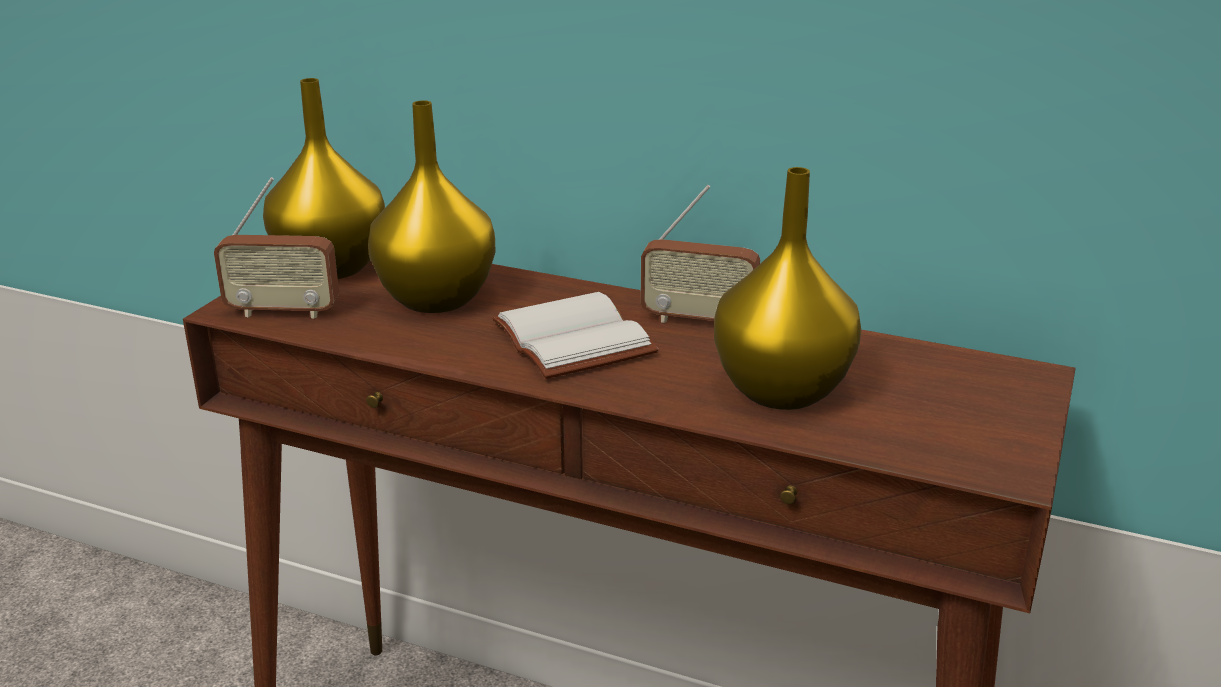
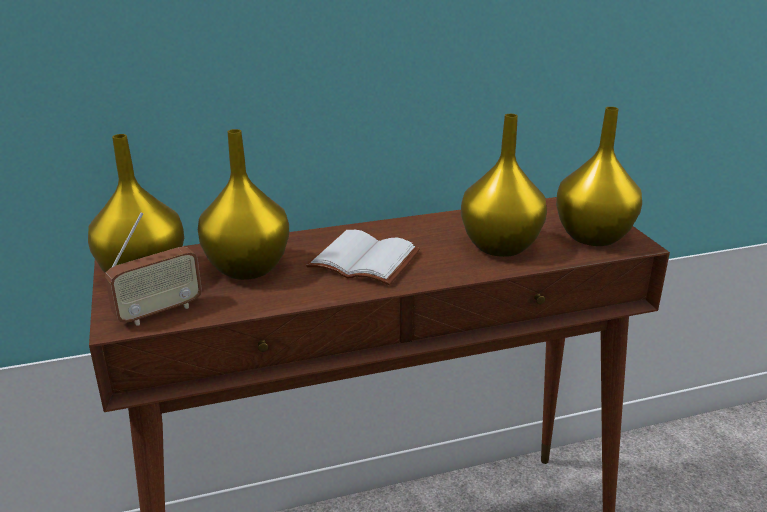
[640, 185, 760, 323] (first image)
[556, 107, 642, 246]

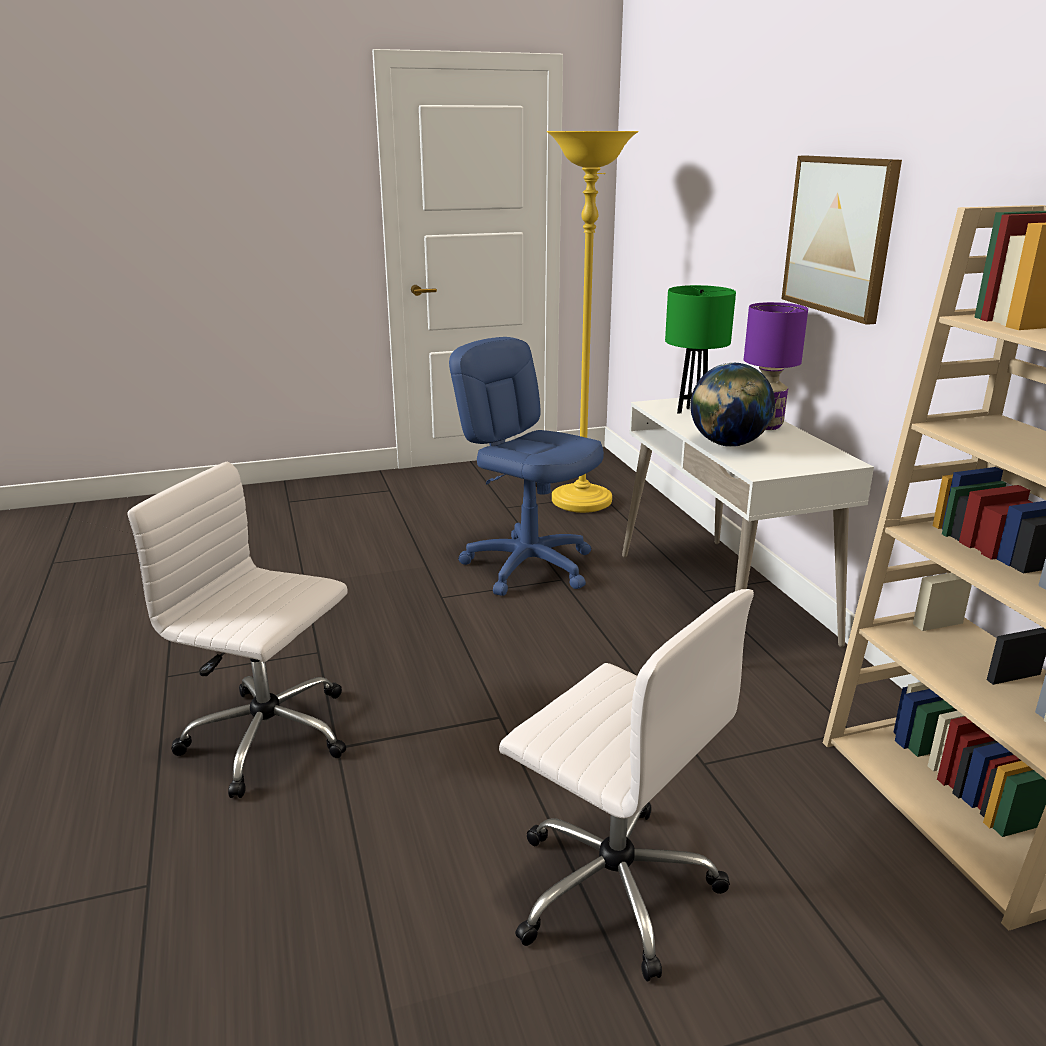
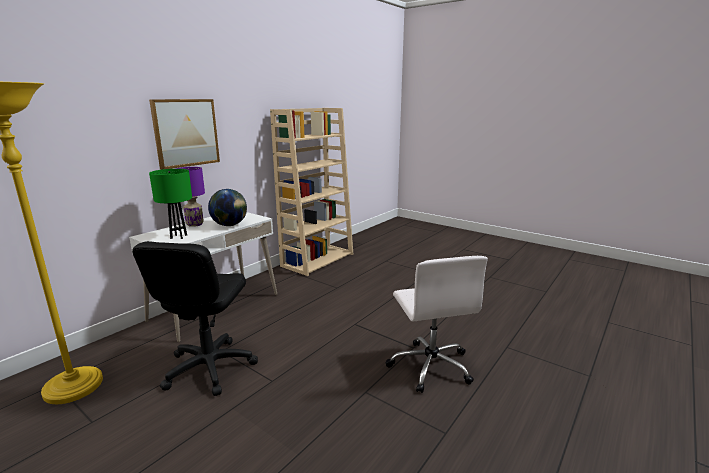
[499, 589, 754, 982] (first image)
[132, 241, 258, 396]

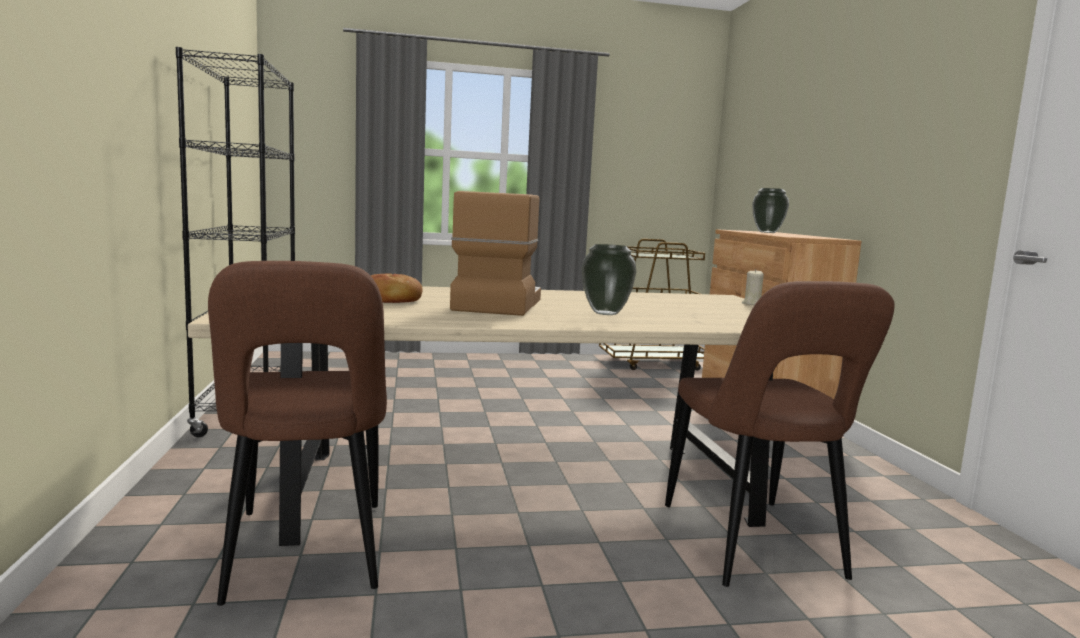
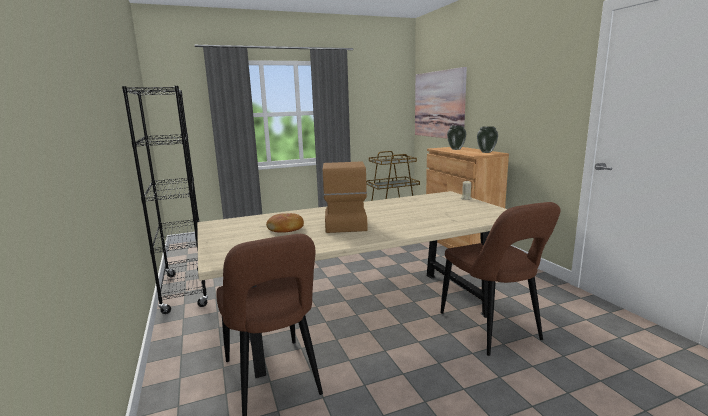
[415, 67, 467, 139]
[477, 126, 498, 153]

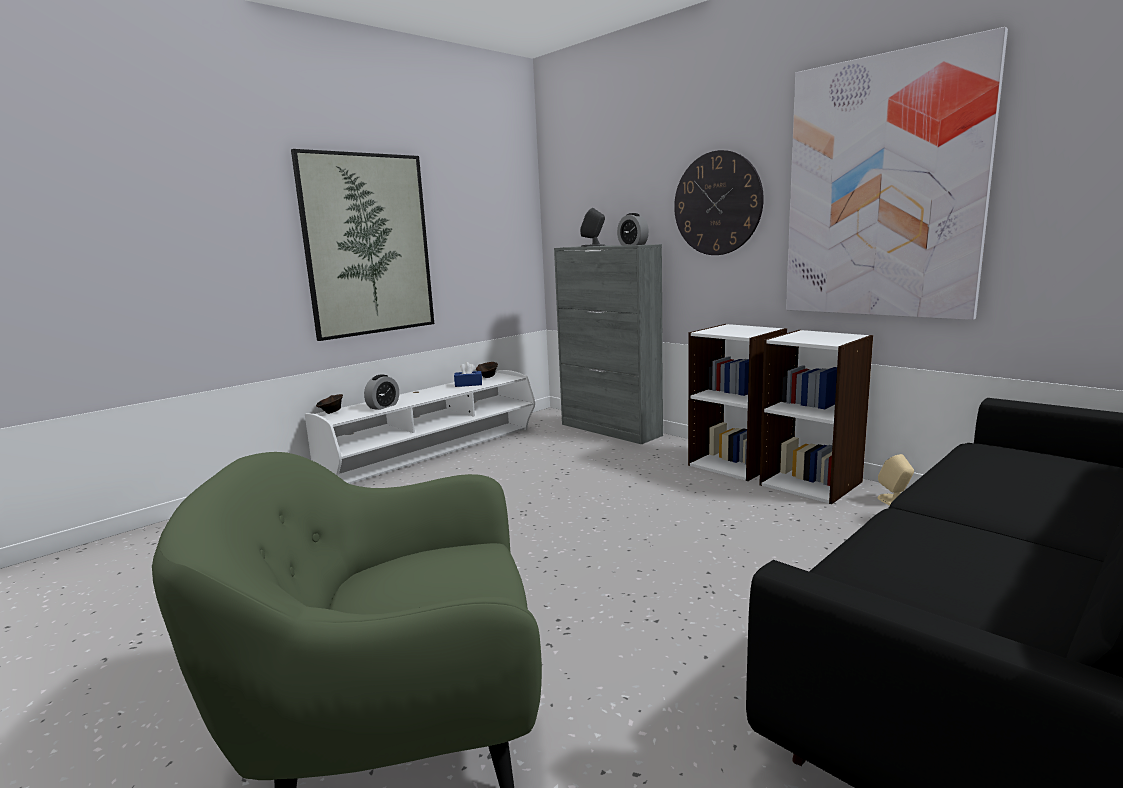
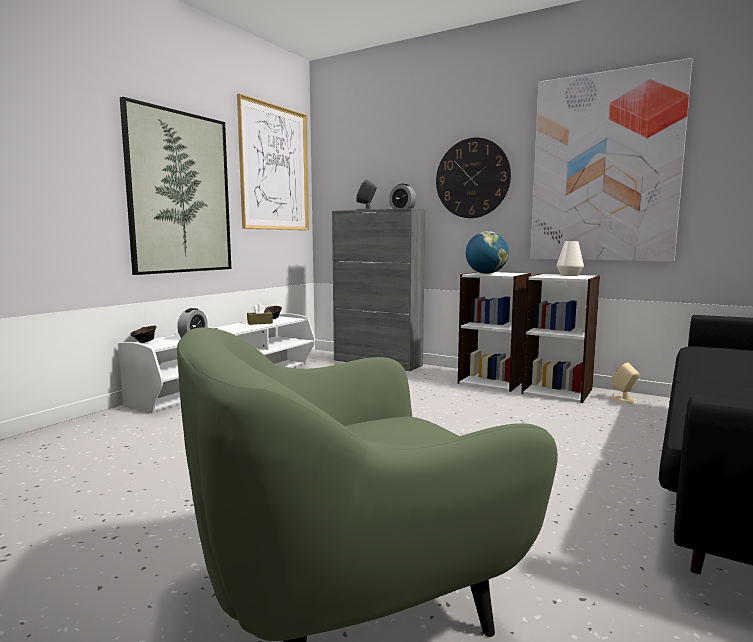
[237, 93, 309, 230]
[466, 231, 509, 274]
[557, 241, 584, 276]
[247, 303, 273, 325]

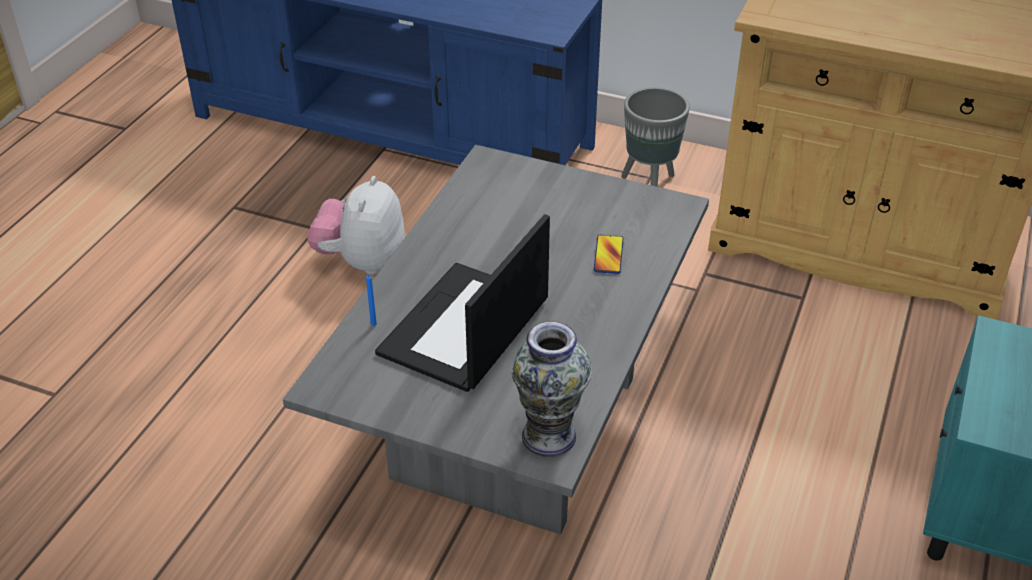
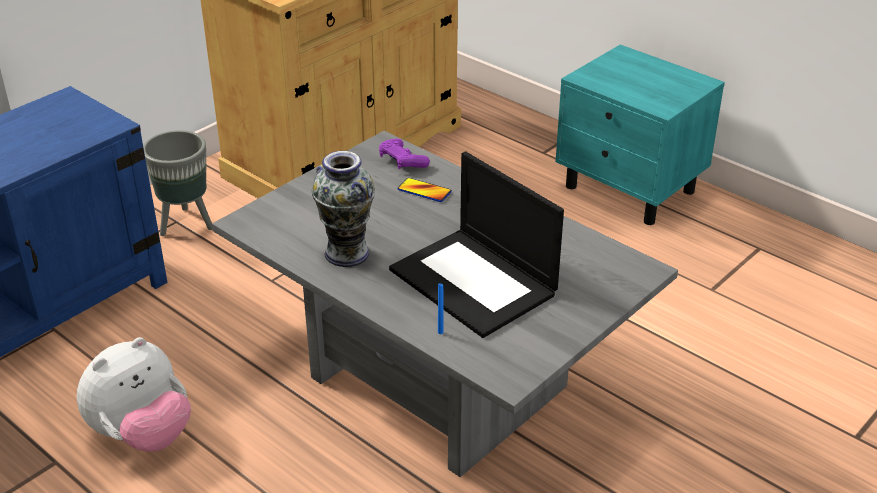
[379, 138, 430, 169]
[312, 151, 375, 267]
[76, 337, 191, 452]

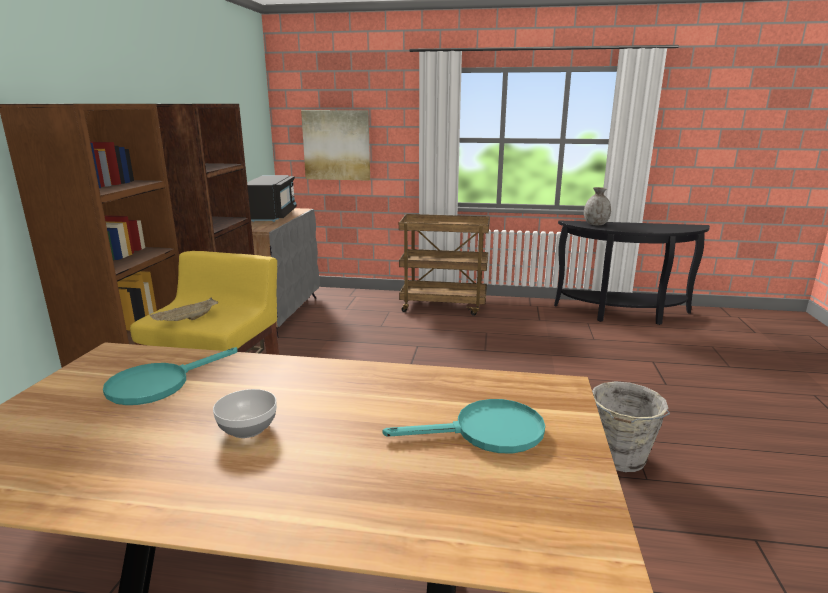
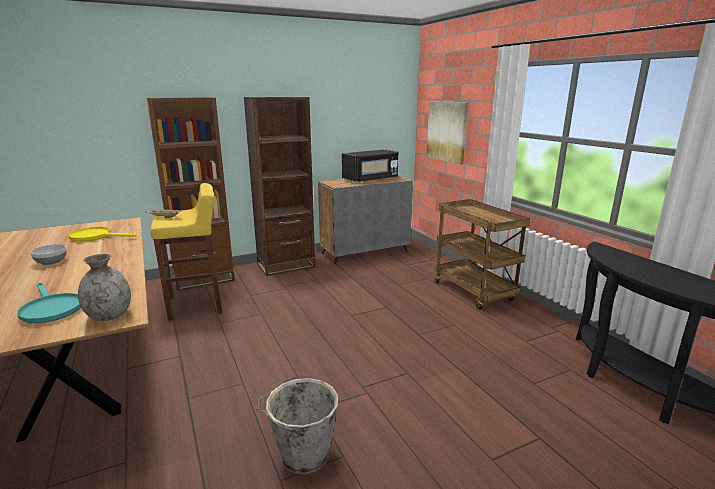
[78, 254, 131, 321]
[68, 227, 137, 242]

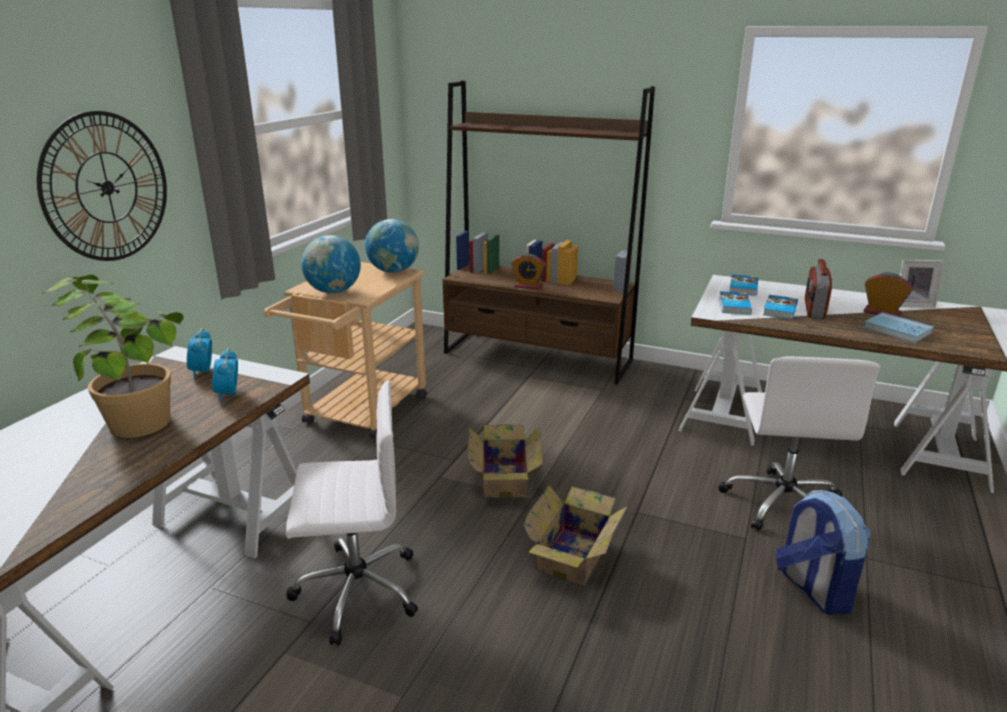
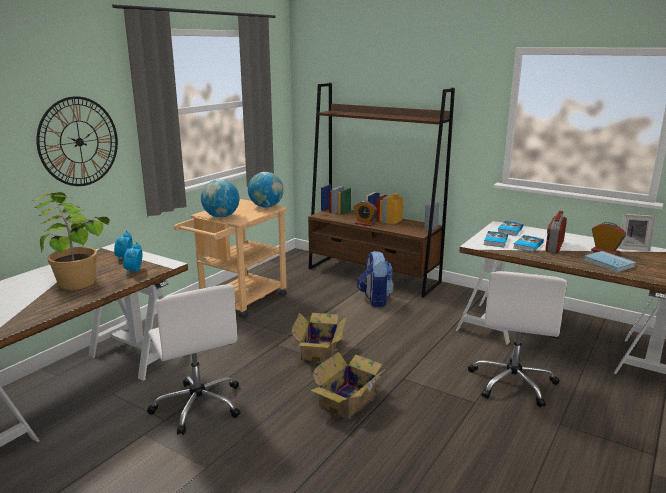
[357, 251, 394, 307]
[147, 285, 241, 435]

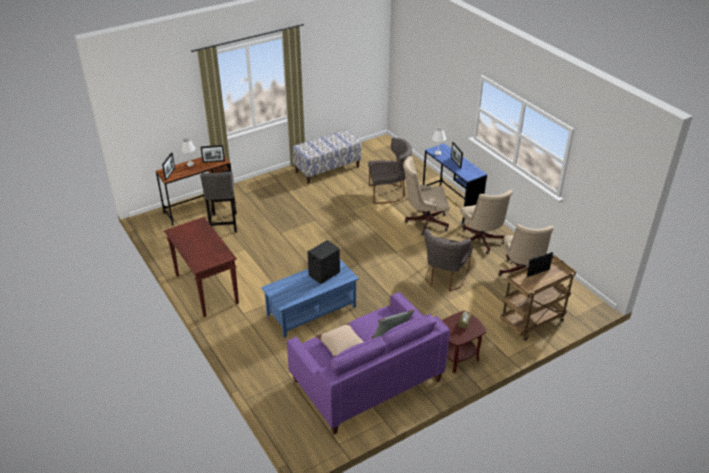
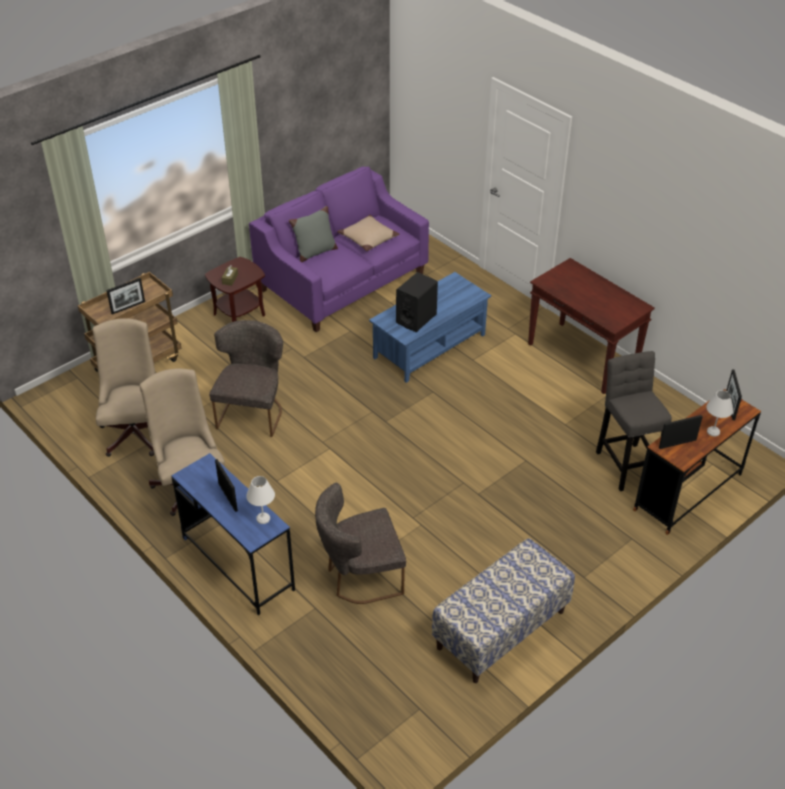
[403, 156, 449, 235] (first image)

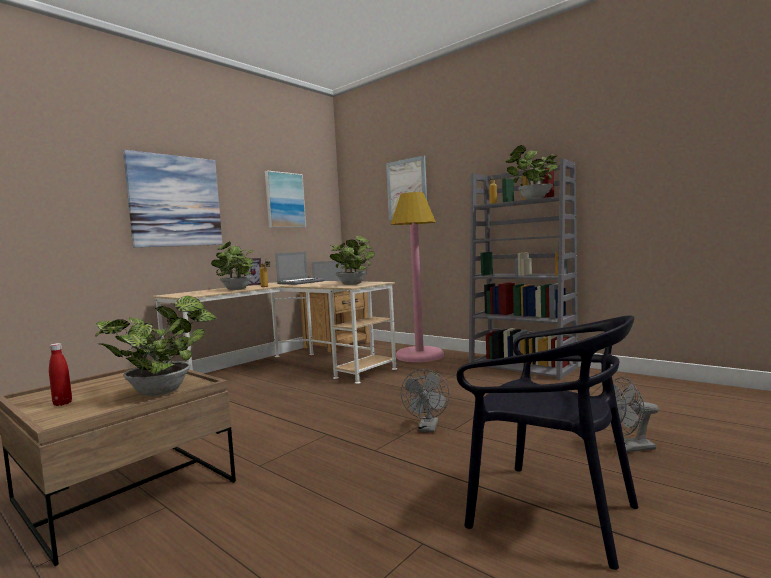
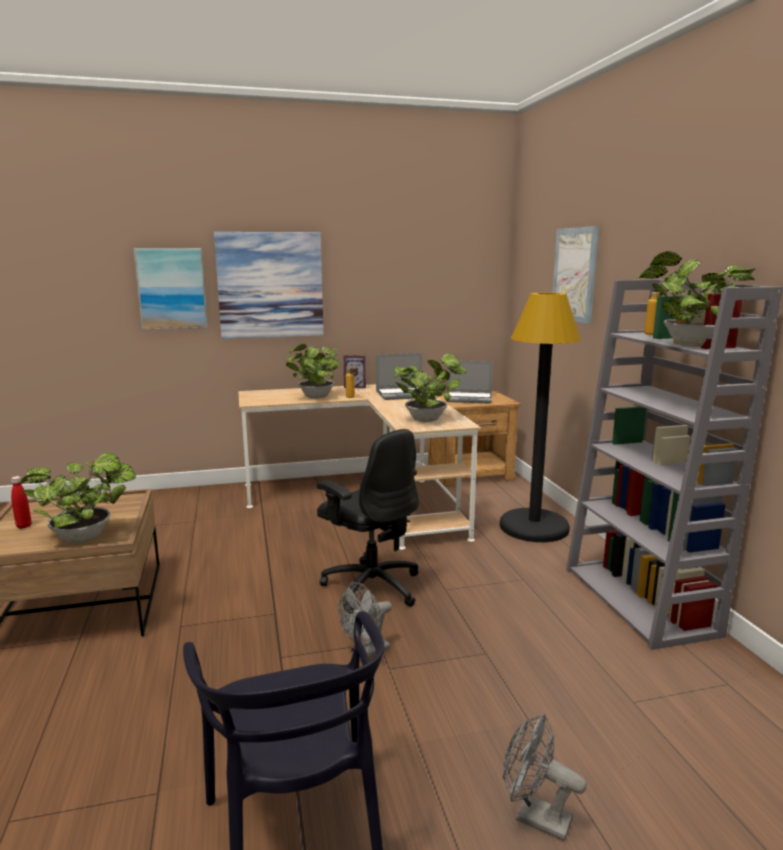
[317, 429, 419, 614]
[134, 248, 208, 330]
[500, 293, 581, 542]

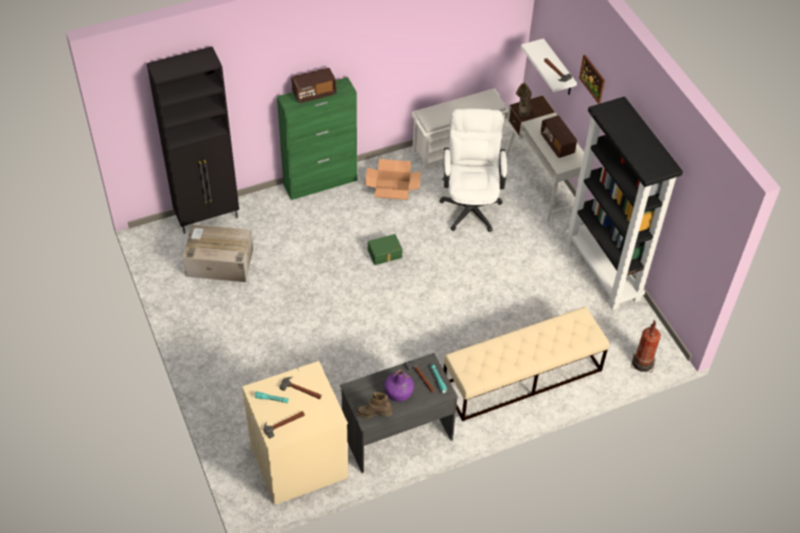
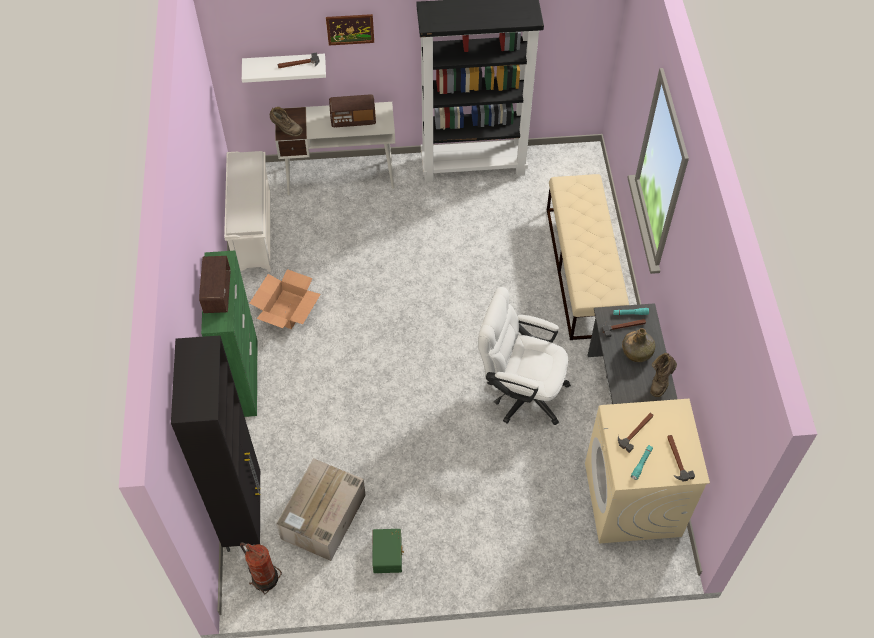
[373, 529, 404, 573]
[478, 287, 571, 425]
[240, 542, 282, 595]
[622, 328, 655, 362]

